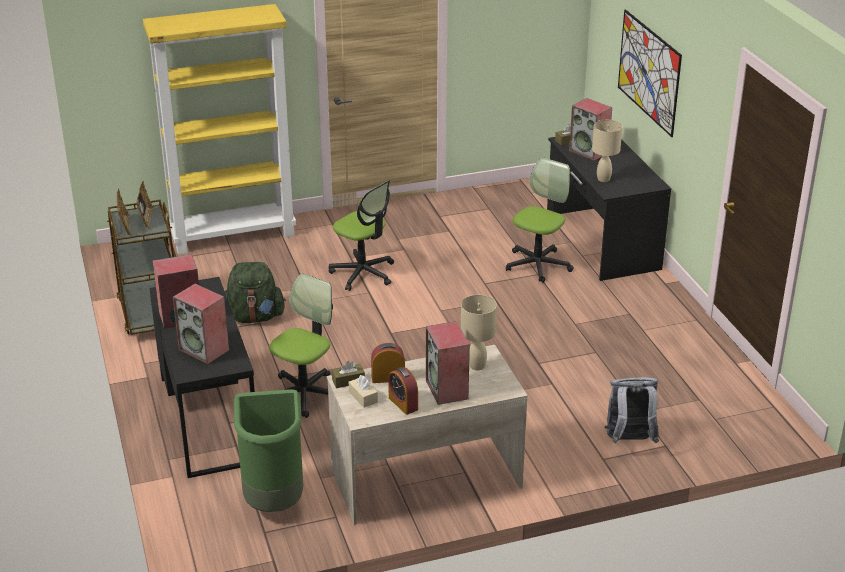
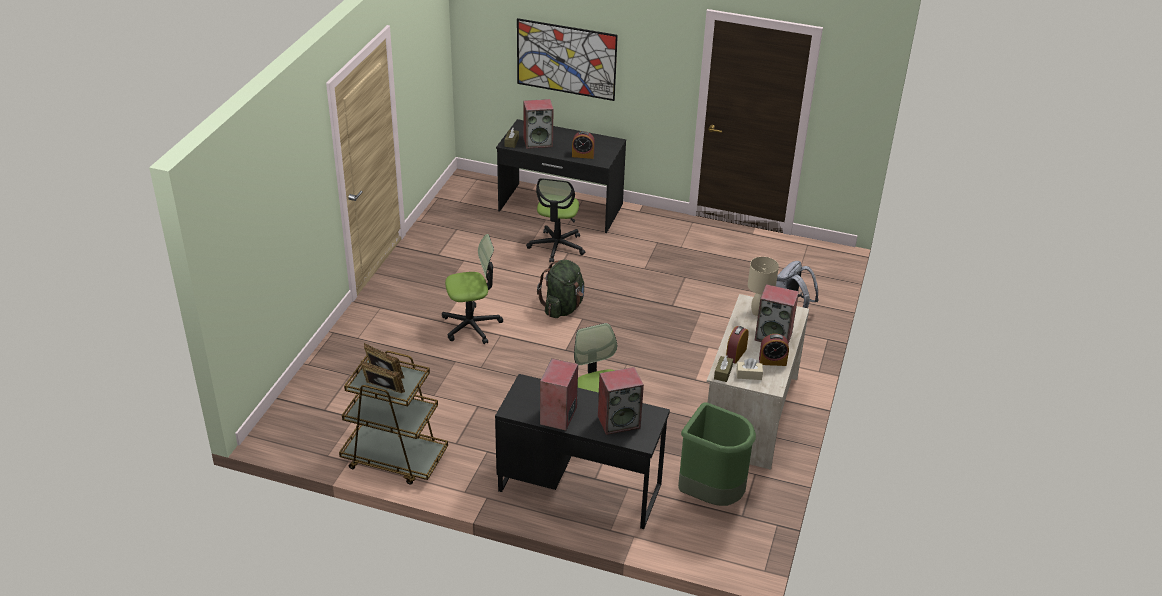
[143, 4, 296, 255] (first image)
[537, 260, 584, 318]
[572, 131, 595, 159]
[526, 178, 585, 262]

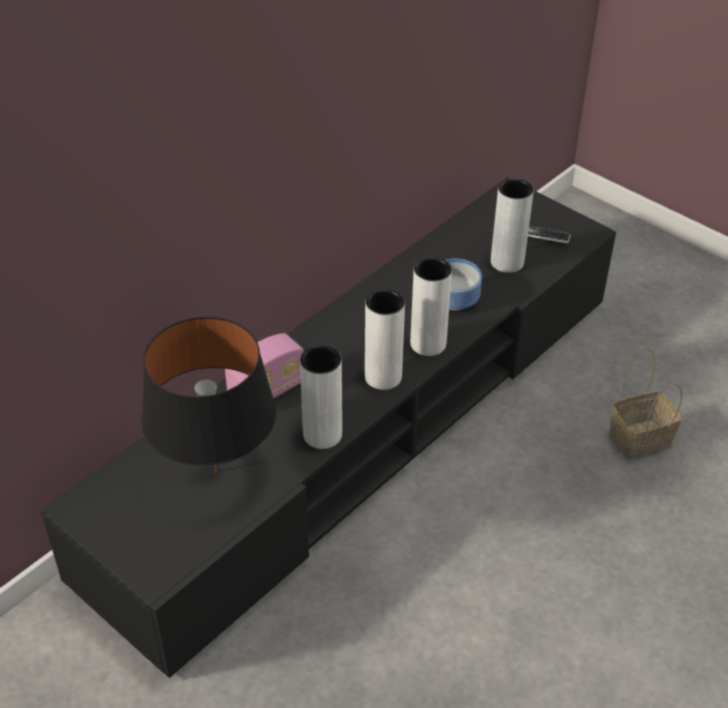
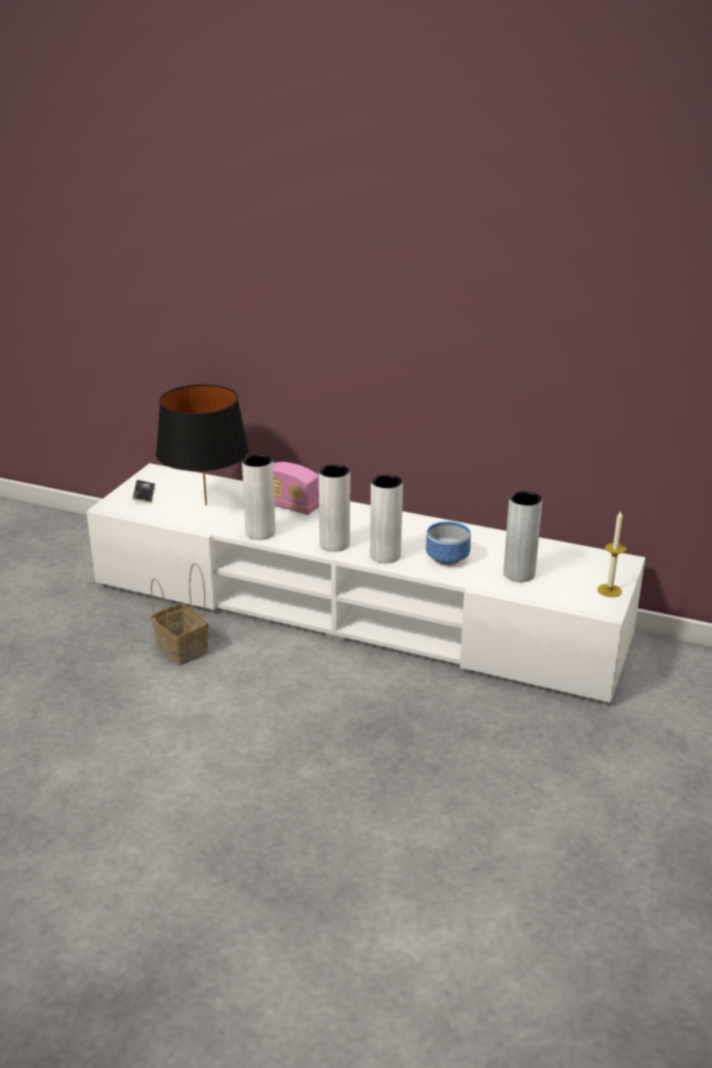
[598, 510, 626, 597]
[132, 480, 155, 503]
[151, 563, 208, 665]
[87, 463, 645, 704]

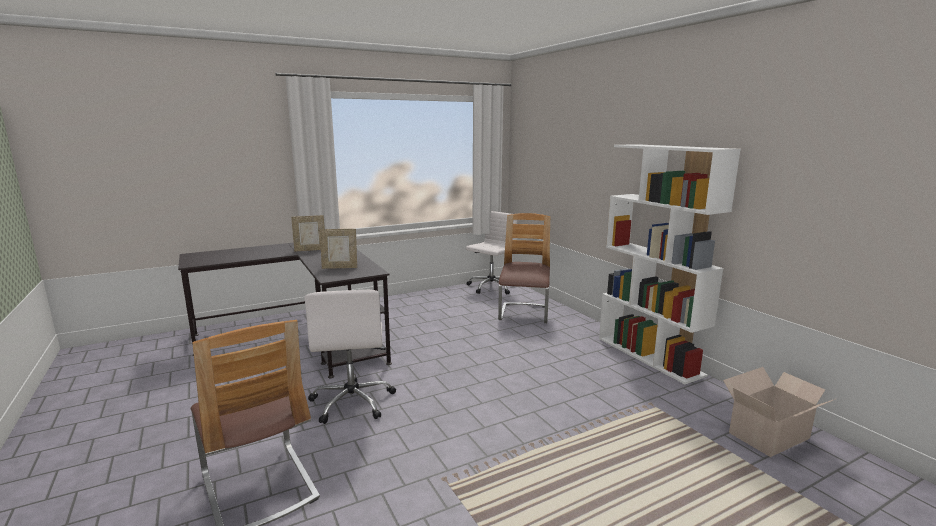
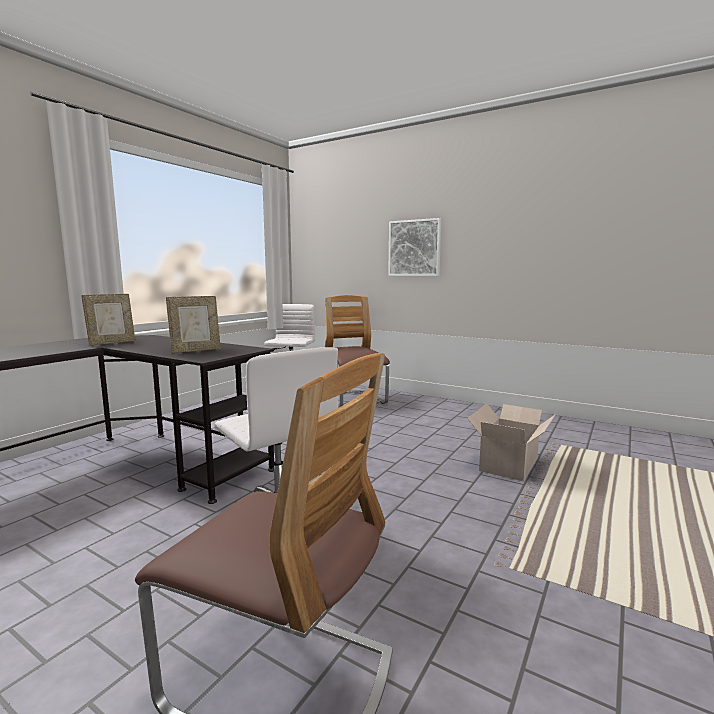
[599, 144, 741, 384] (first image)
[388, 218, 441, 276]
[467, 403, 556, 482]

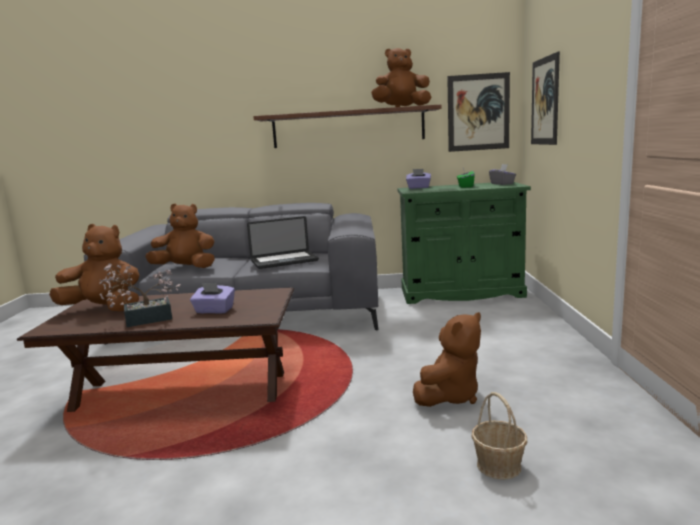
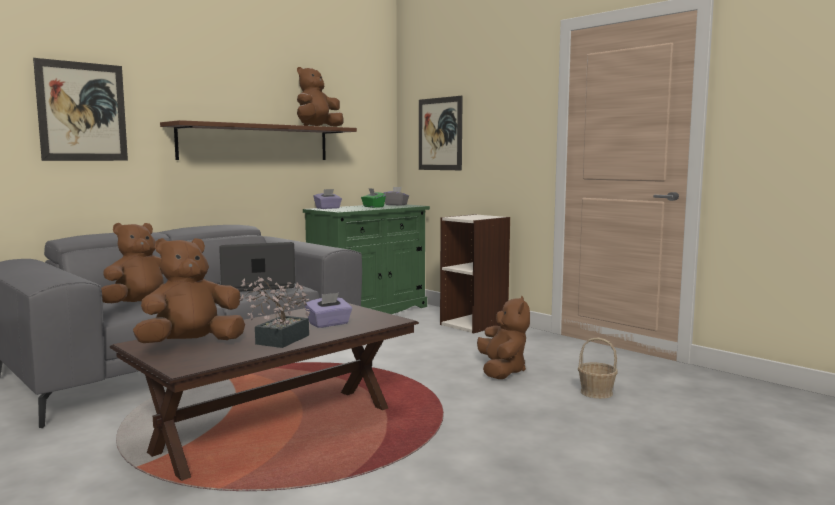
[440, 214, 510, 333]
[33, 58, 128, 161]
[219, 242, 295, 292]

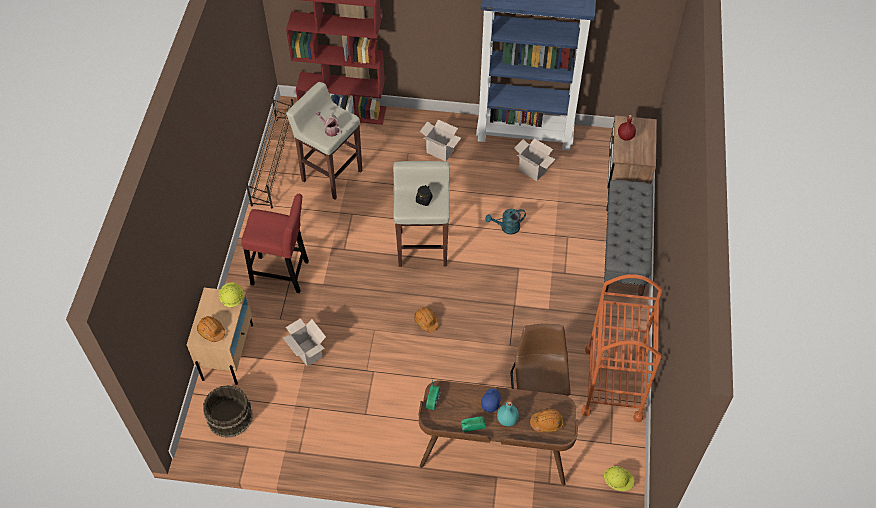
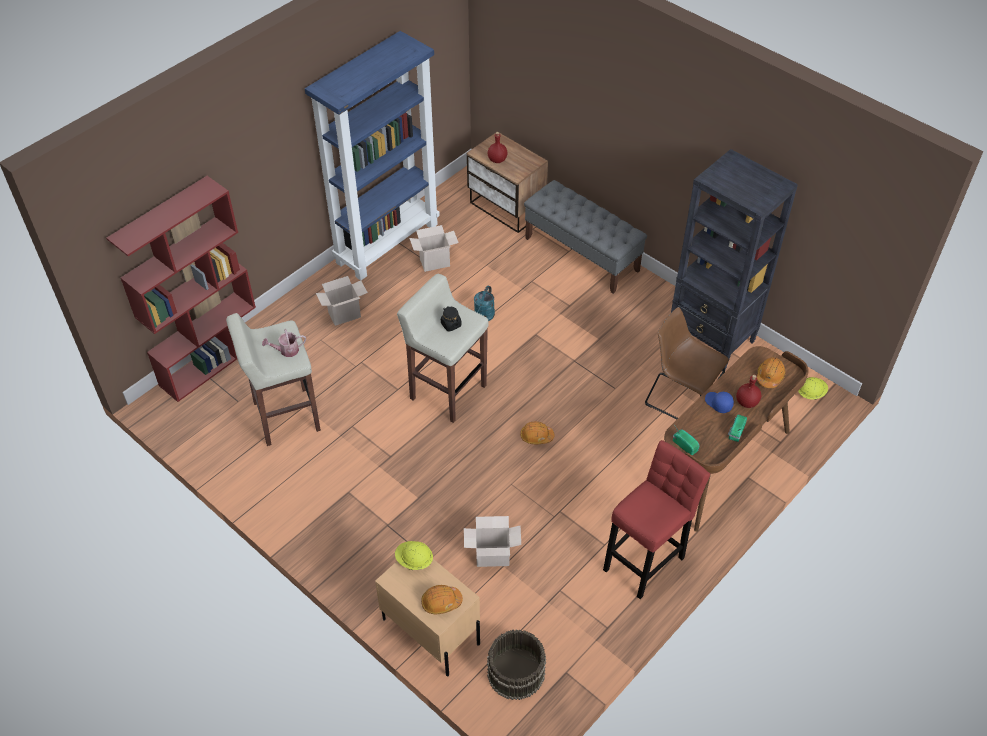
[246, 97, 294, 209] (first image)
[603, 440, 710, 599]
[671, 149, 798, 371]
[736, 375, 761, 408]

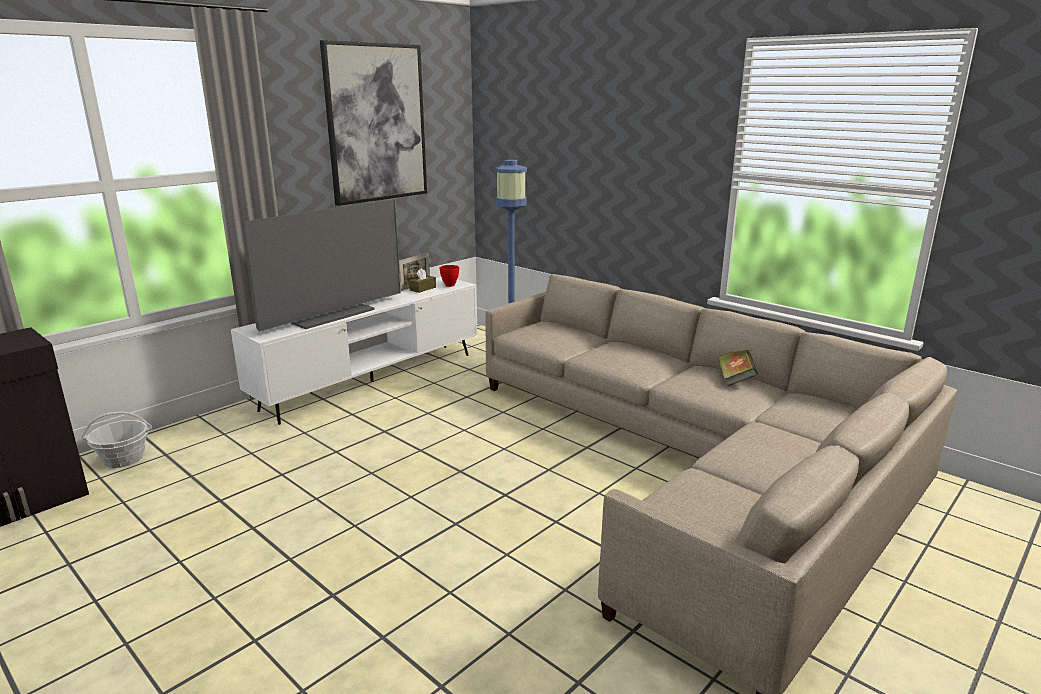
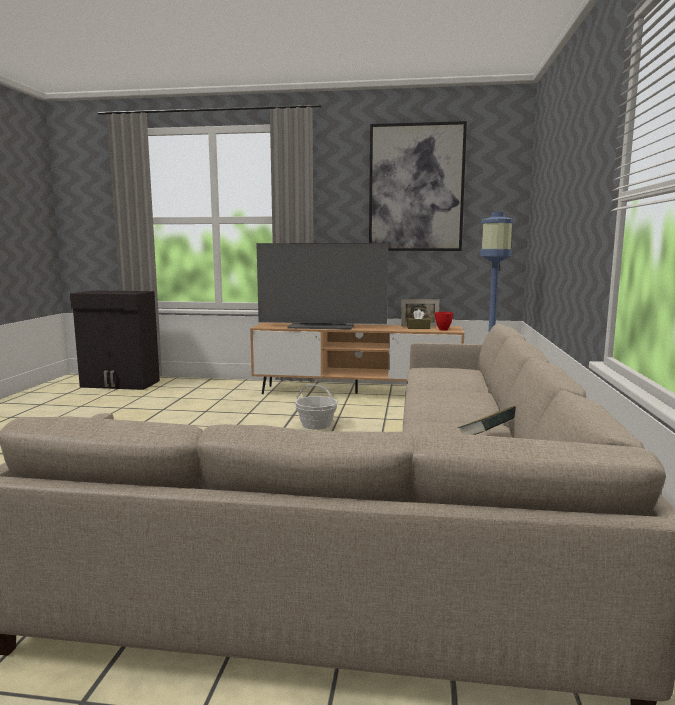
[295, 384, 338, 430]
[250, 322, 464, 394]

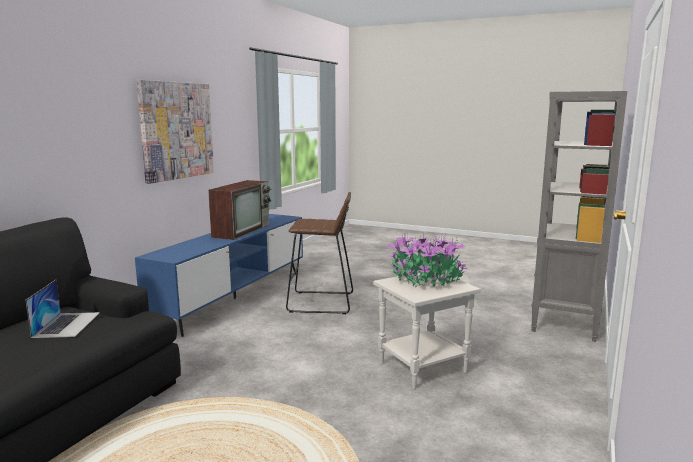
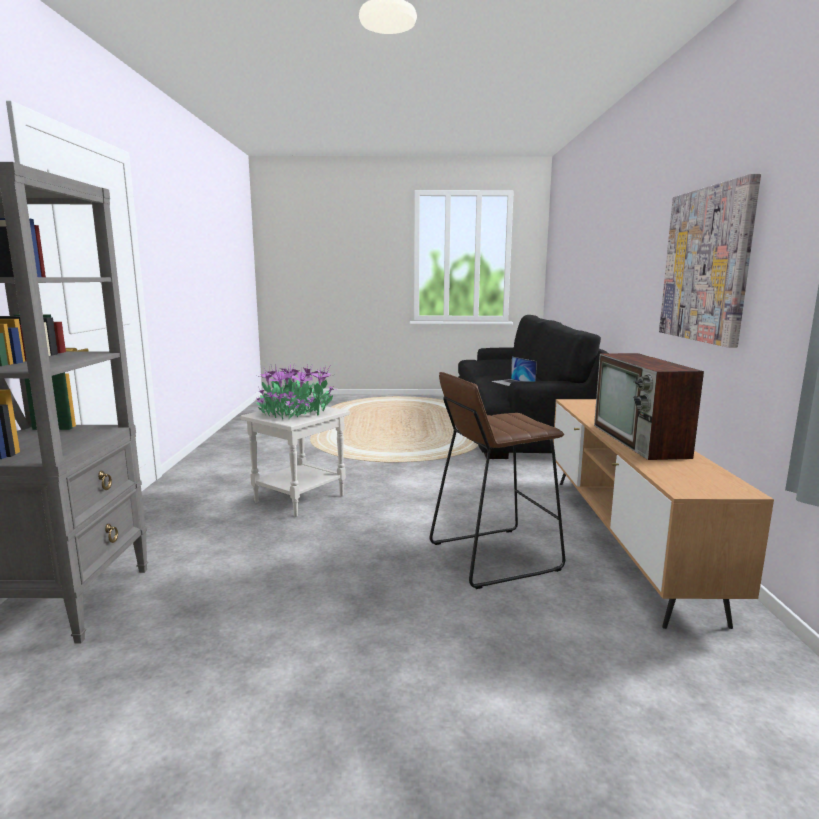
[553, 399, 774, 629]

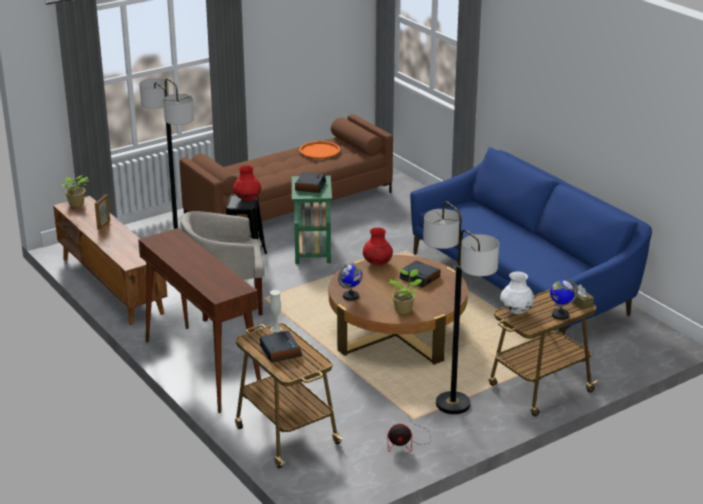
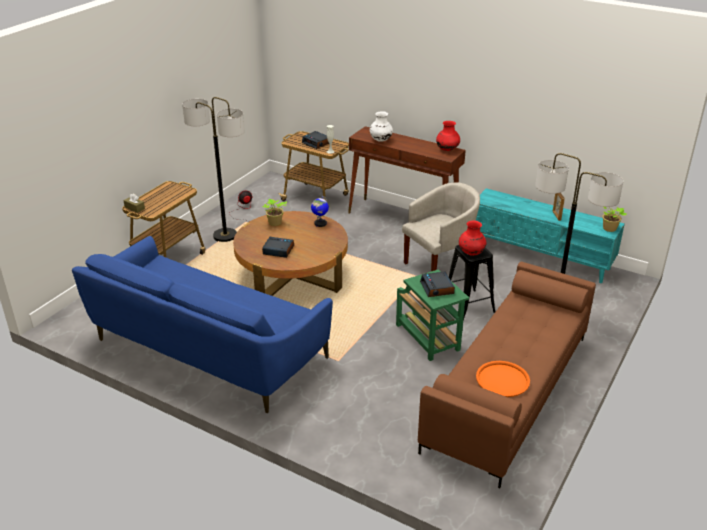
[550, 279, 578, 320] (first image)
[436, 121, 460, 151]
[370, 111, 393, 142]
[476, 188, 625, 283]

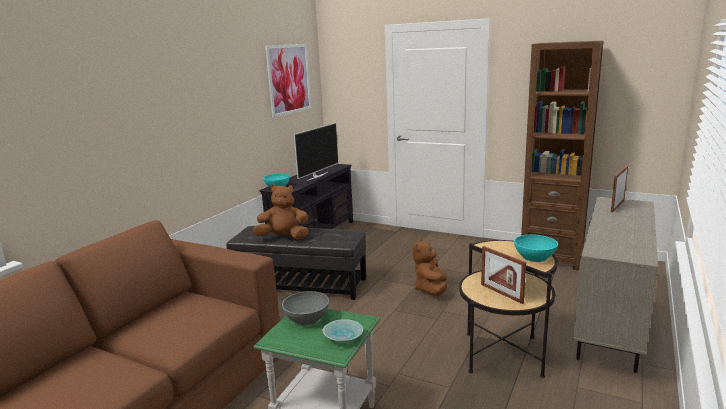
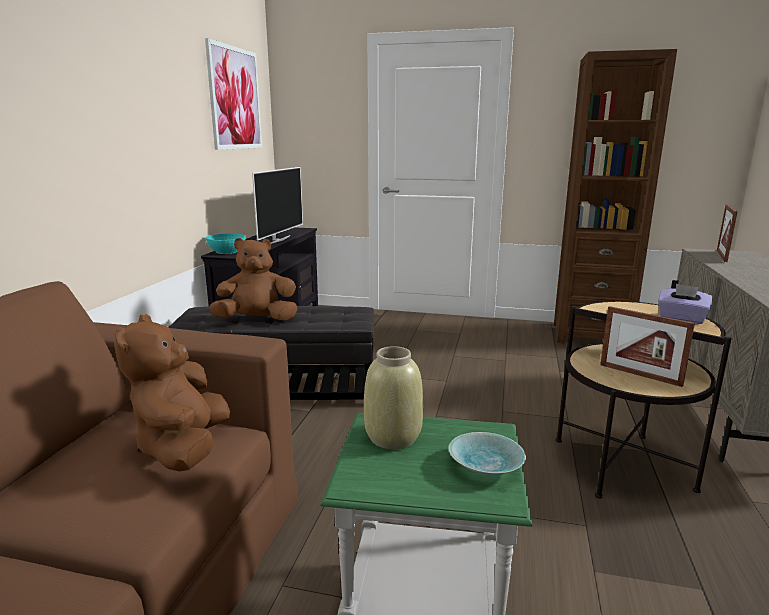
[114, 314, 230, 472]
[364, 346, 423, 449]
[658, 284, 713, 324]

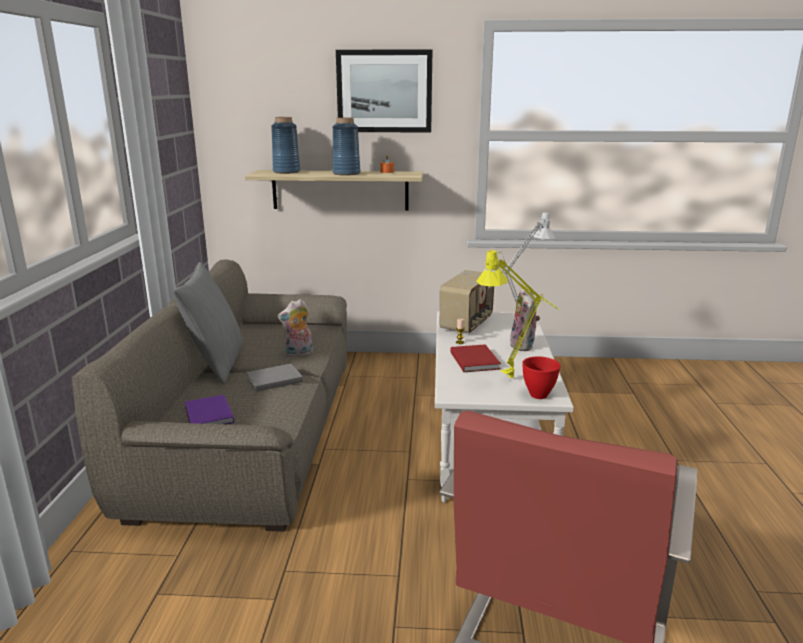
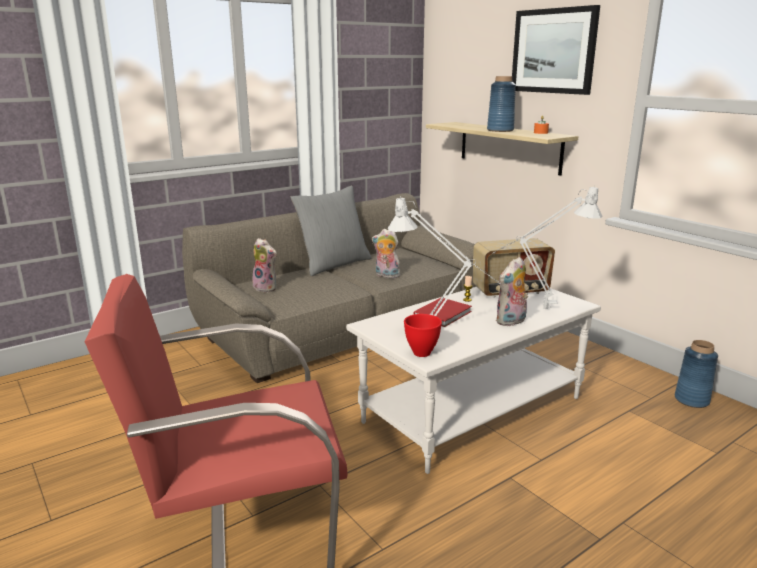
[246, 364, 303, 392] (first image)
[675, 340, 718, 408]
[252, 238, 277, 292]
[388, 196, 499, 316]

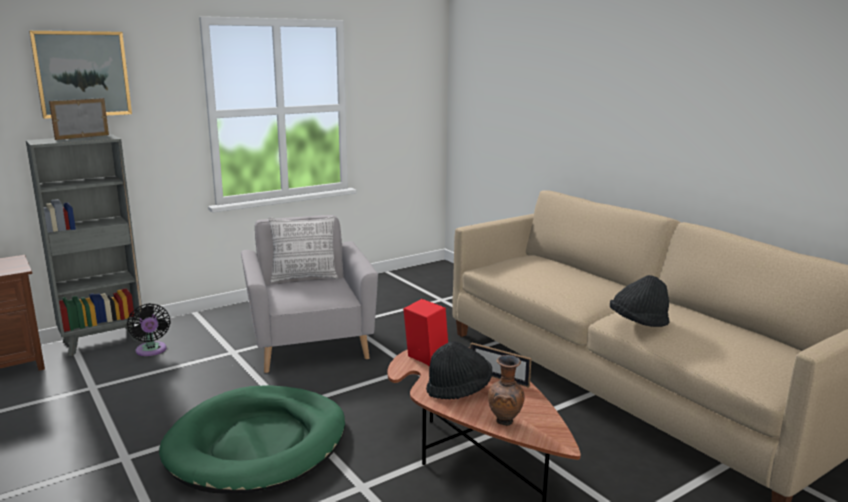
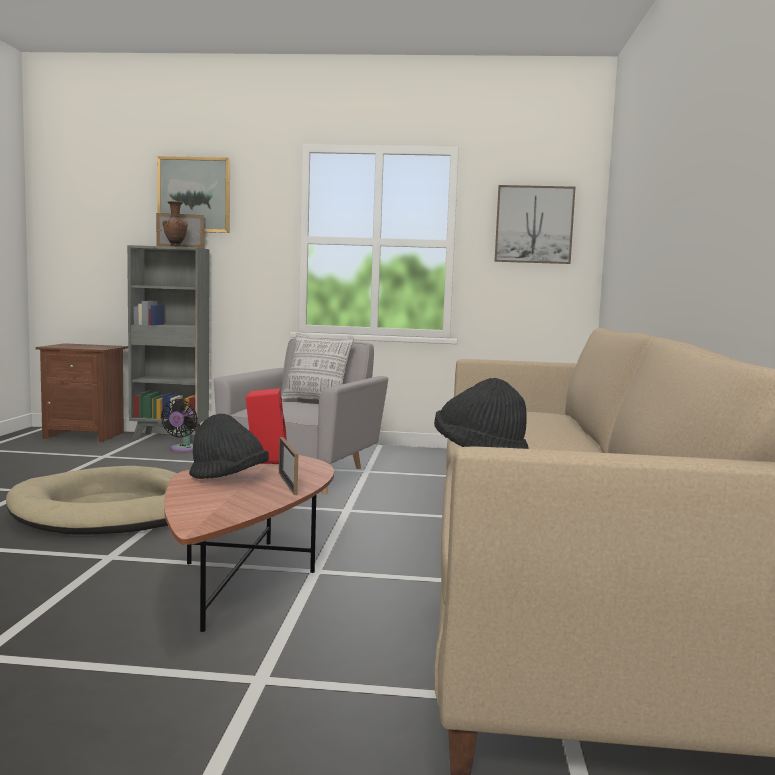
[494, 185, 575, 264]
[163, 201, 188, 247]
[6, 466, 177, 535]

